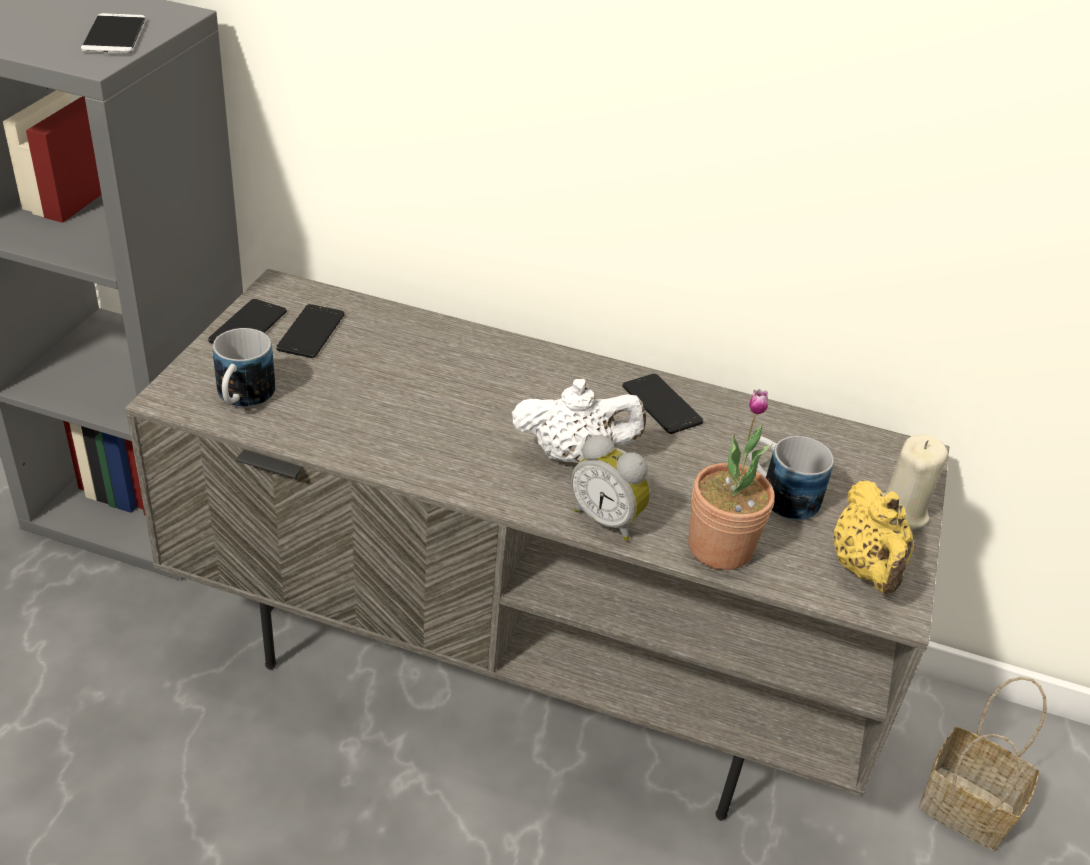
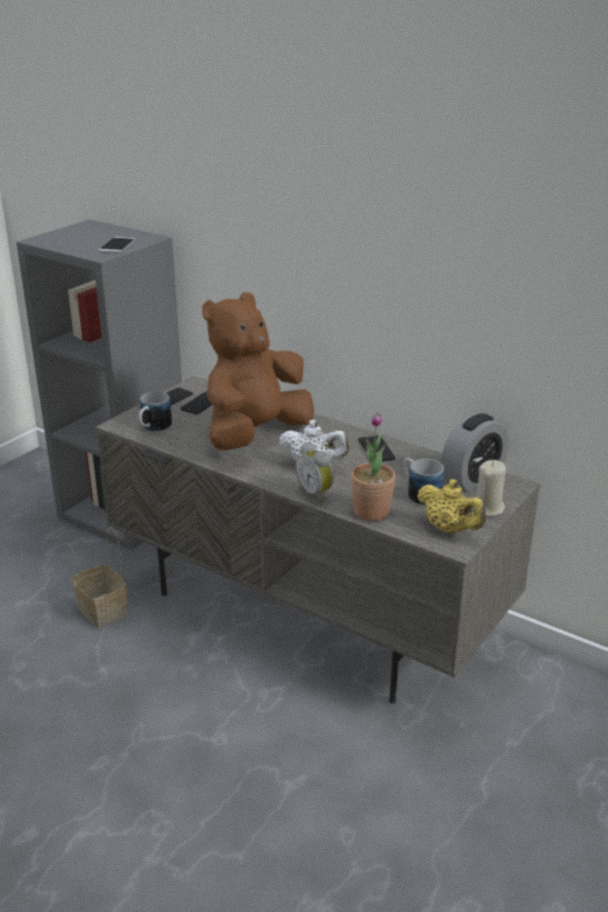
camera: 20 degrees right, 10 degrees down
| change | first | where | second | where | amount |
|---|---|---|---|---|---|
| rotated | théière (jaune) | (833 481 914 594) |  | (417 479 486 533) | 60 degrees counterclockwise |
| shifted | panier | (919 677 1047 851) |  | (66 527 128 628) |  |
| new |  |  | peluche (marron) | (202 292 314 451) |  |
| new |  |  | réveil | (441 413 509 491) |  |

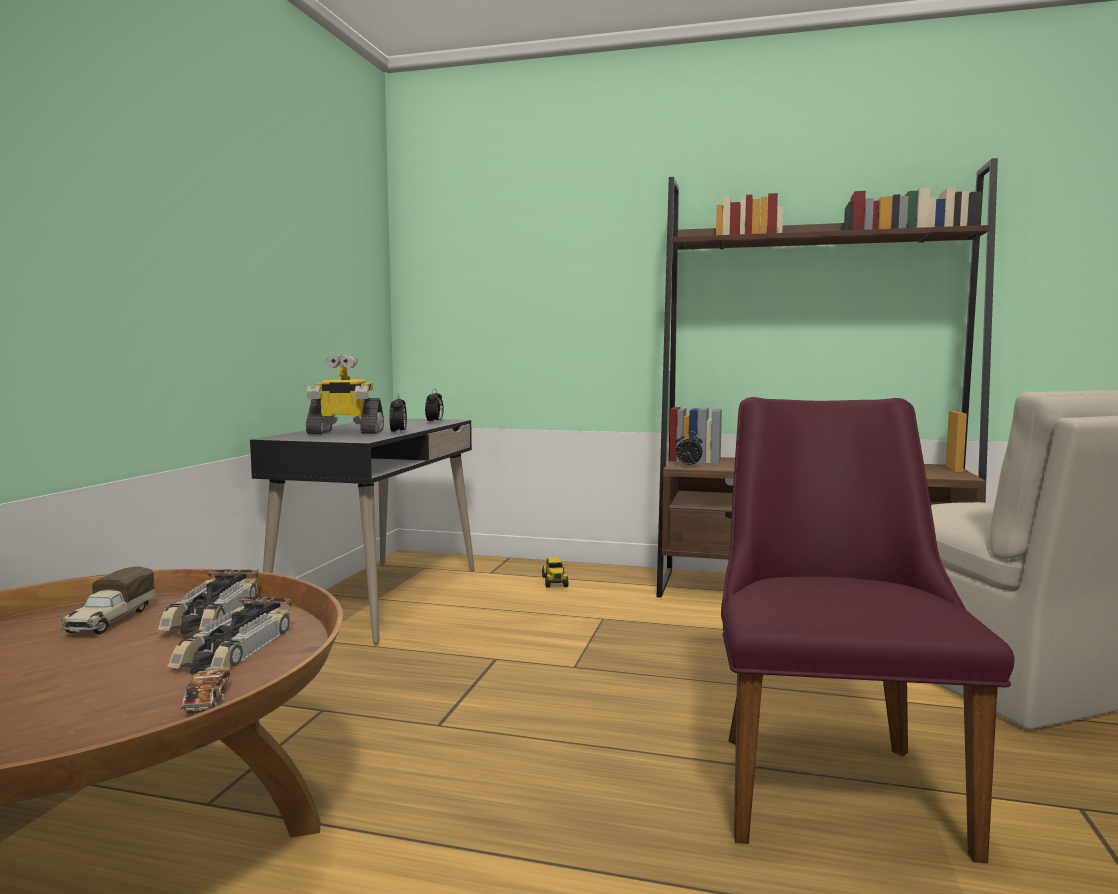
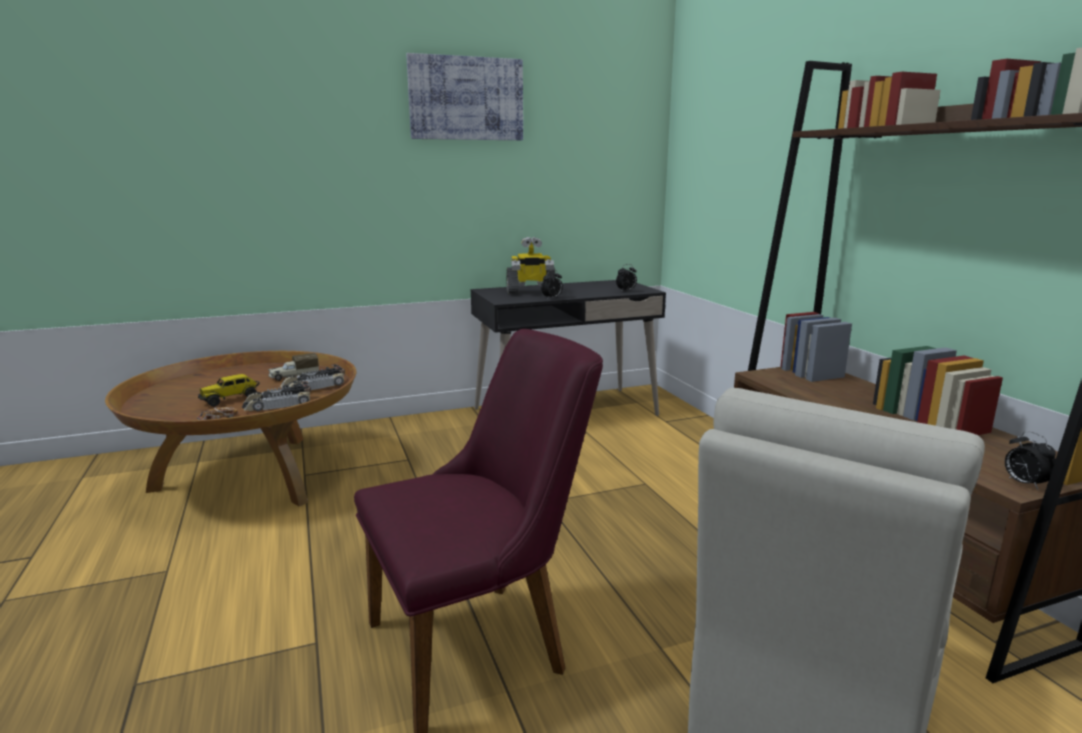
camera: 55 degrees right, 10 degrees up
| change | first | where | second | where | amount |
|---|---|---|---|---|---|
| rotated | robot jouet | (306 355 384 434) |  | (506 237 555 294) | 60 degrees counterclockwise |
| shifted | réveil | (675 431 702 466) |  | (1005 431 1056 490) |  |
| shifted | camion jouet | (542 557 568 588) |  | (198 374 260 407) |  |
| new |  |  | tableau | (406 53 523 140) |  |

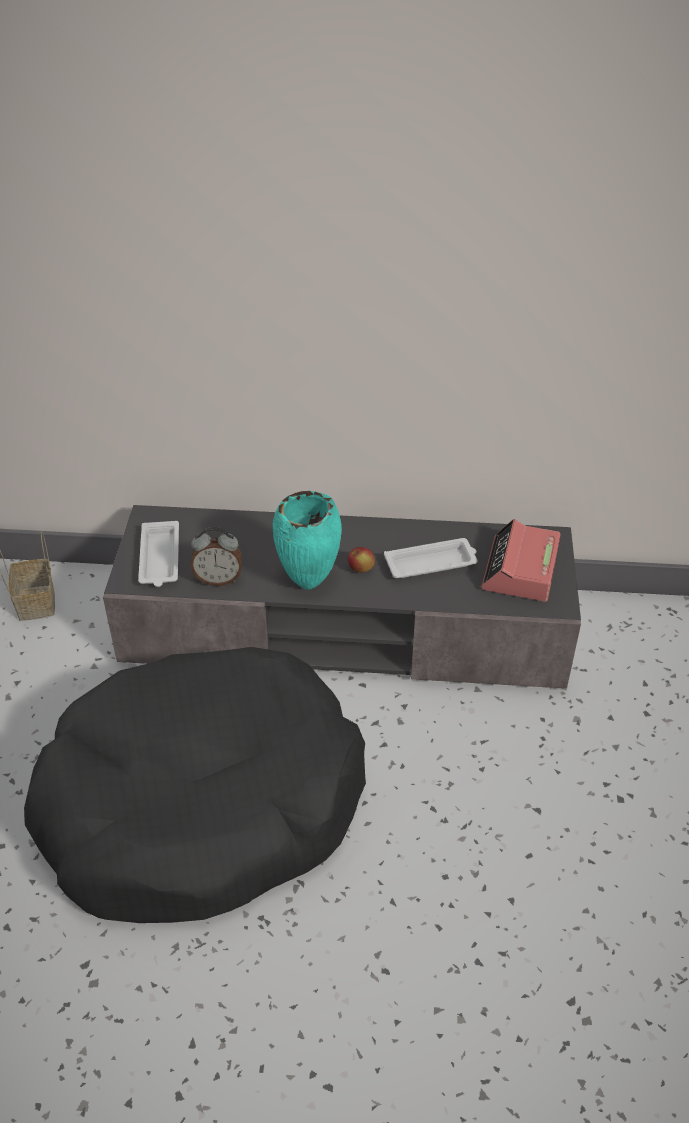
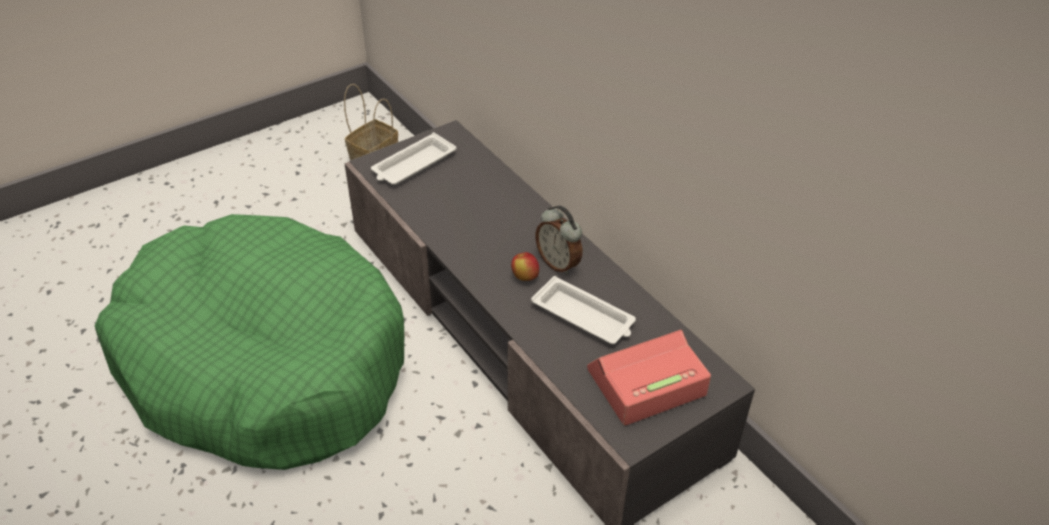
camera: 50 degrees right, 0 degrees up
| change | first | where | second | where | amount |
|---|---|---|---|---|---|
| gone | vase (turquoise) | (273 491 342 590) |  |  |  |
| shifted | réveil | (190 527 242 586) |  | (536 205 582 275) |  |
| repainted | panier pour chien (noir) | (24 647 366 923) | panier pour chien (vert) | (95 214 404 470) |  |

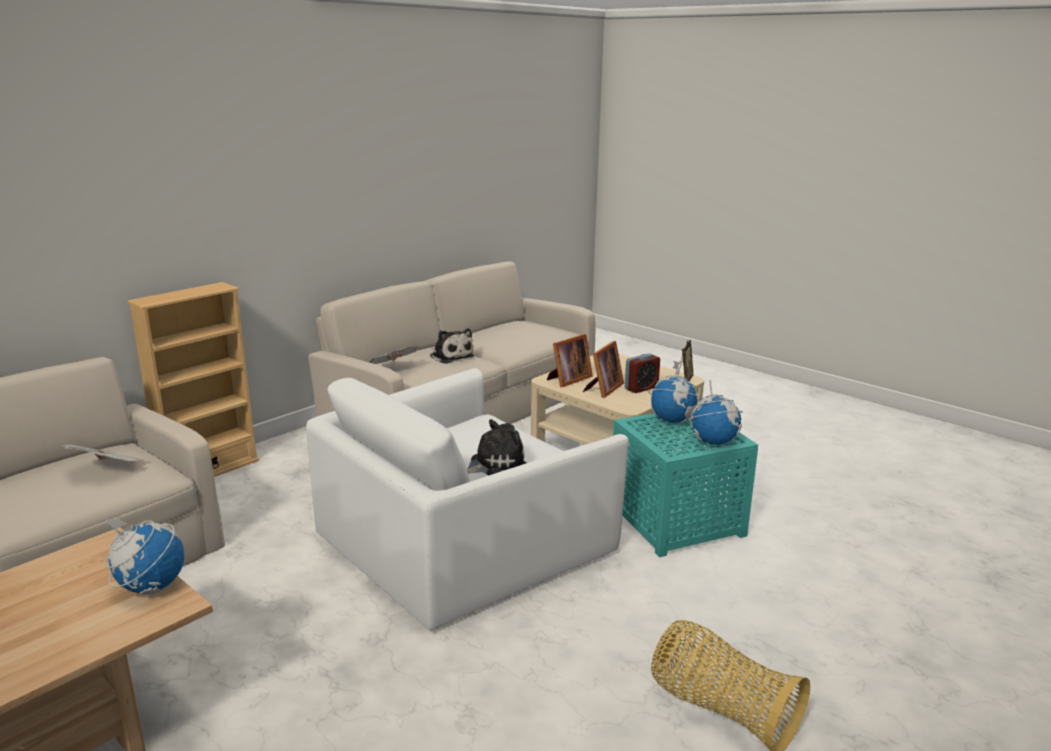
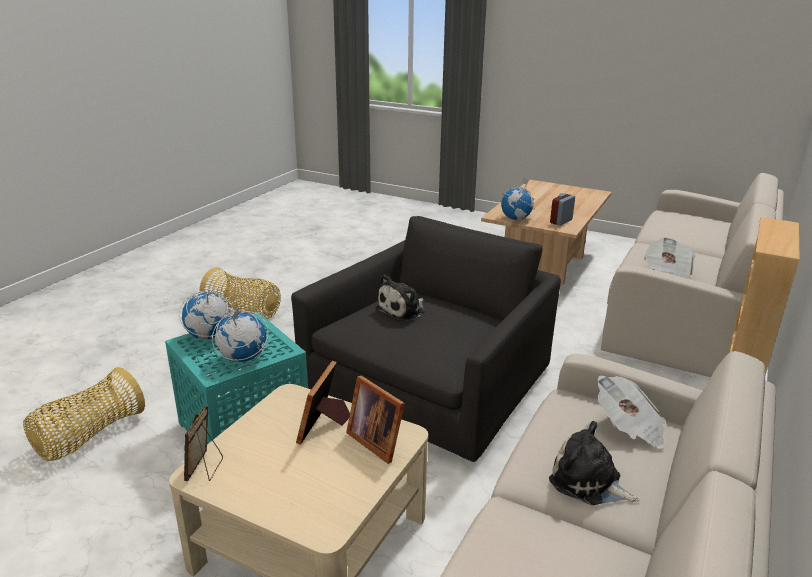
camera: 165 degrees right, 5 degrees up
| change | first | where | second | where | amount |
|---|---|---|---|---|---|
| rotated | cadre photo | (547 334 593 387) |  | (346 376 405 464) | 75 degrees counterclockwise |
| shifted | réveil | (625 353 660 393) |  | (550 193 575 226) |  |
| repainted | fauteuil (blanc) | (306 368 629 630) | fauteuil (noir) | (291 216 561 462) |  |
| new |  |  | panier | (23 367 145 461) |  |

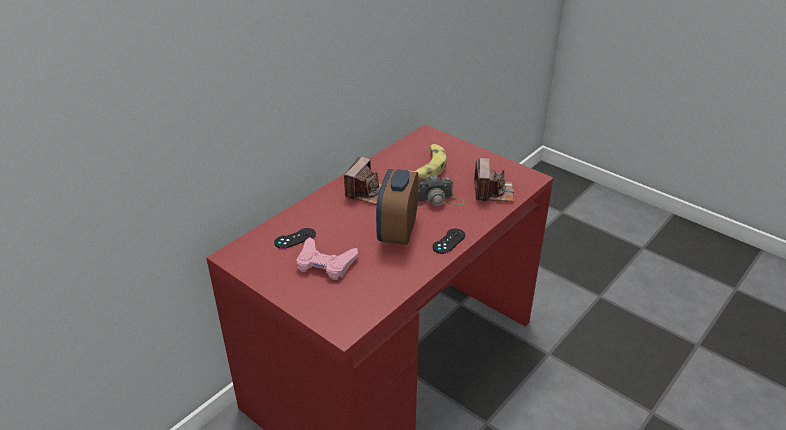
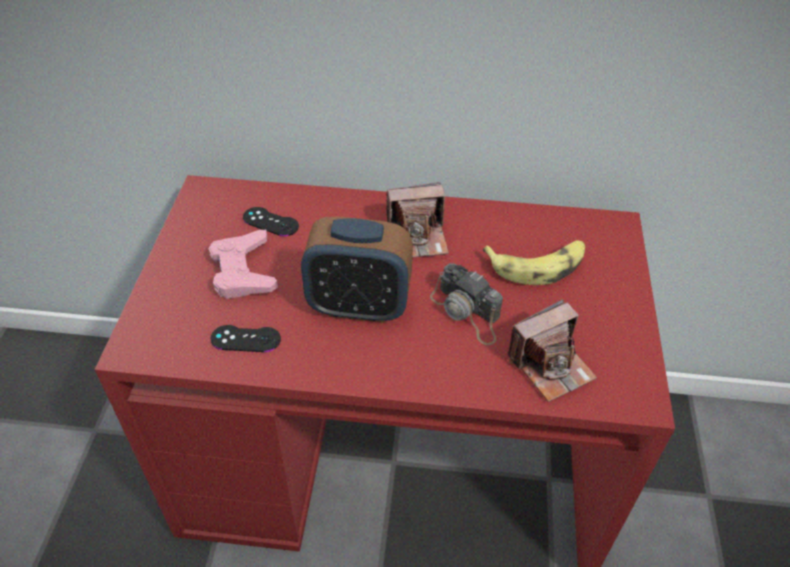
camera: 55 degrees right, 10 degrees up
| change | first | where | second | where | amount |
|---|---|---|---|---|---|
| rotated | réveil | (376 169 418 245) |  | (301 217 413 323) | 150 degrees counterclockwise |
| shifted | manette (noir) | (432 229 465 254) |  | (211 325 281 352) |  |

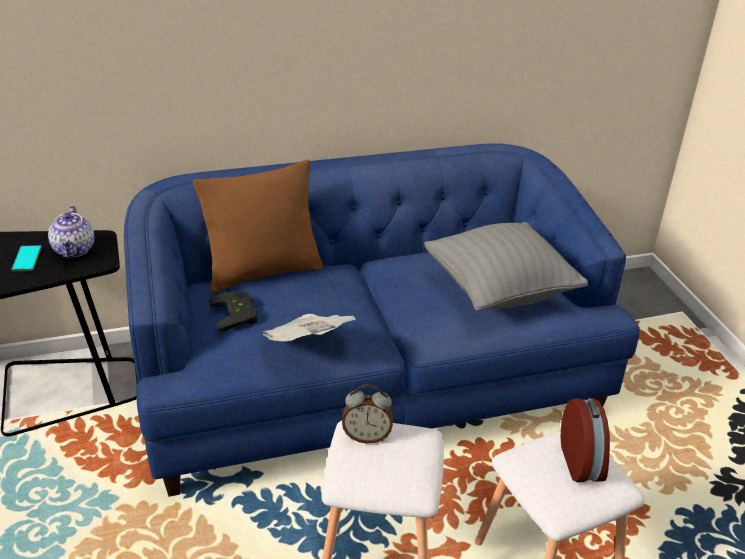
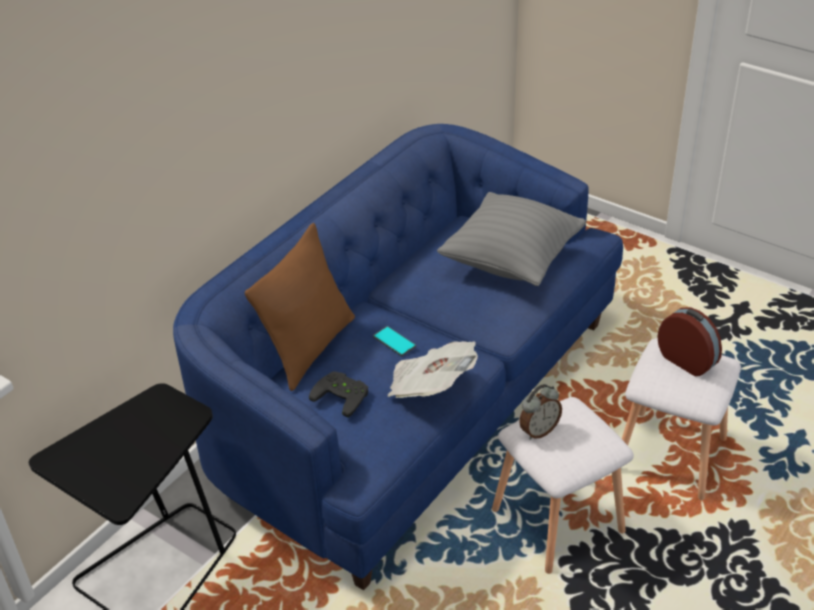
camera: 35 degrees left, 5 degrees up
| change | first | where | second | where | amount |
|---|---|---|---|---|---|
| gone | théière | (48 206 95 258) |  |  |  |
| shifted | téléphone | (11 245 42 272) |  | (373 326 416 356) |  |

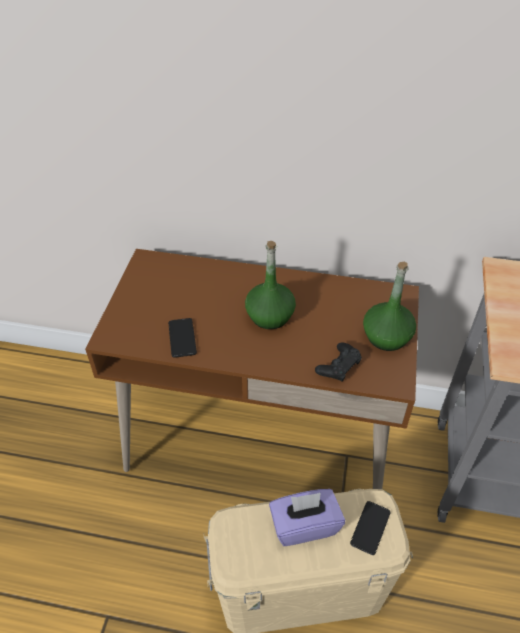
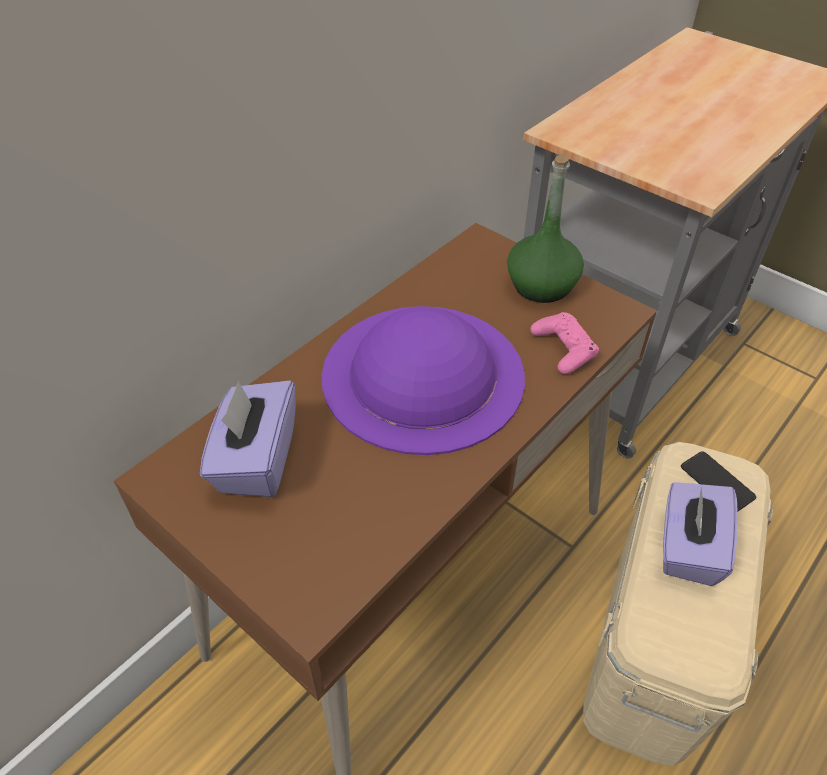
camera: 60 degrees left, 0 degrees up
| change | first | where | second | where | amount |
|---|---|---|---|---|---|
| swapped | bouteille (vert) | (245 241 296 329) | chapeau (violet) | (322 306 525 455) |  |
| gone | téléphone | (168 318 197 358) |  |  |  |
| repainted | manette (noir) | (315 342 362 382) | manette (rose) | (530 312 599 374) |  |
| new |  |  | boîte à mouchoirs (violet) | (200 380 296 497) |  |

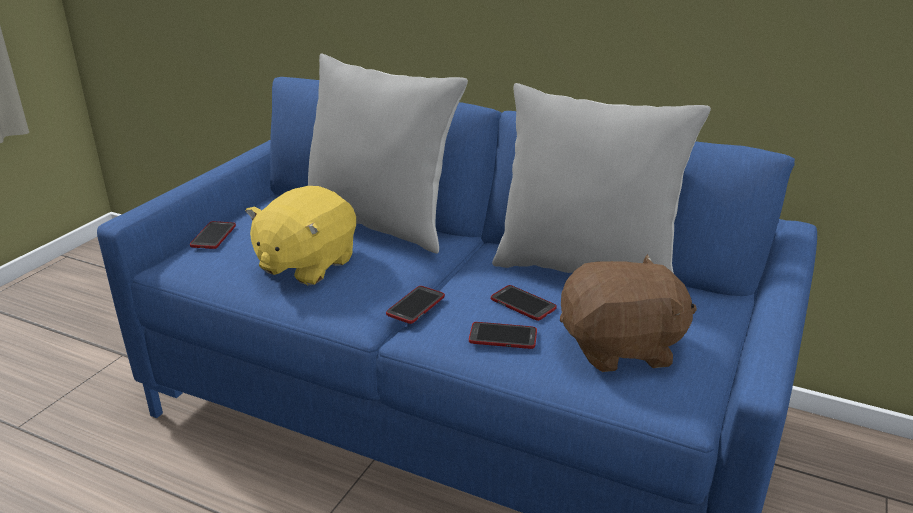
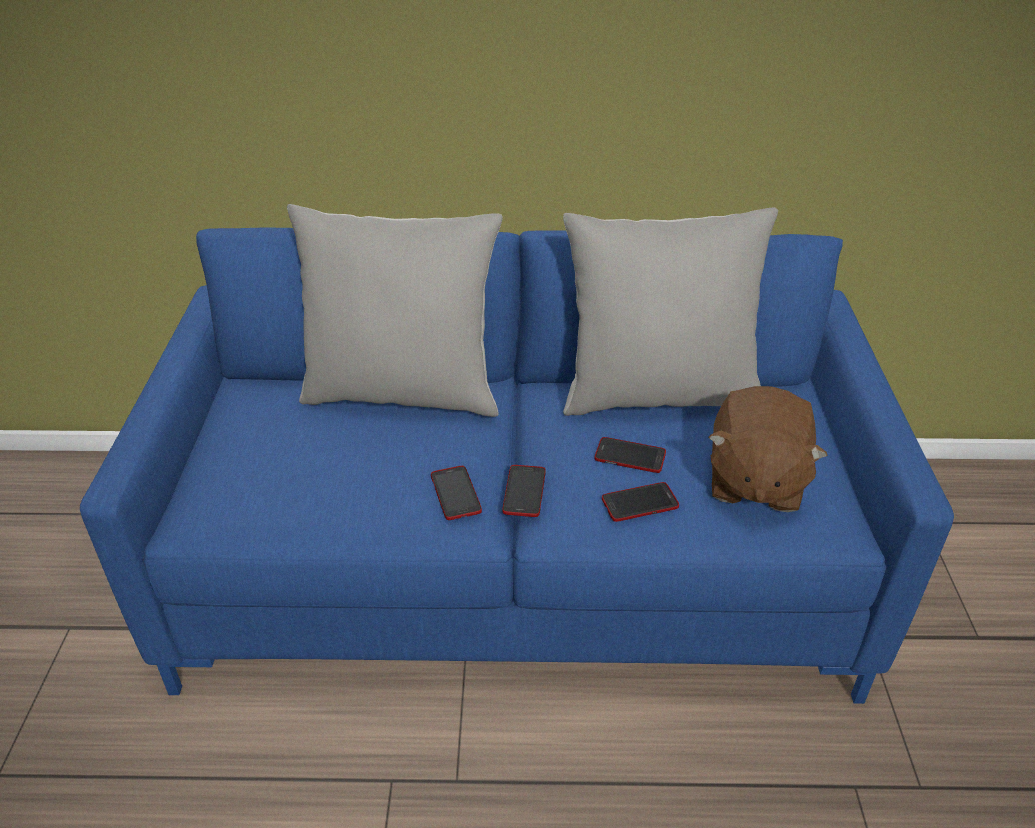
camera: 25 degrees left, 10 degrees up
| change | first | where | second | where | amount |
|---|---|---|---|---|---|
| gone | peluche (jaune) | (246 186 356 285) |  |  |  |
| shifted | téléphone | (190 221 236 249) |  | (431 466 482 520) |  |
| rotated | peluche (marron) | (560 254 697 372) |  | (708 386 828 512) | 135 degrees clockwise |

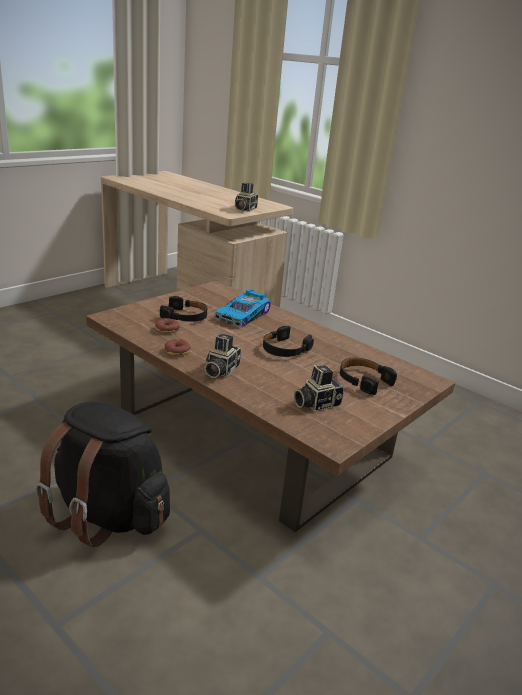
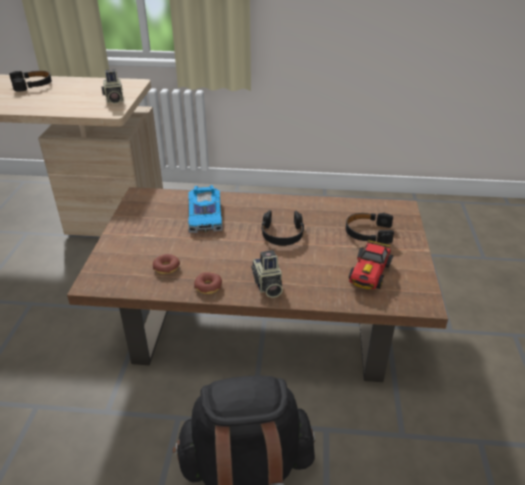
camera: 35 degrees left, 10 degrees up
| change | first | where | second | where | amount |
|---|---|---|---|---|---|
| shifted | casque audio (noir) | (160 296 207 322) |  | (9 71 52 92) |  |
| swapped | appareil photo | (294 365 344 412) | petite voiture | (349 240 393 289) |  |

